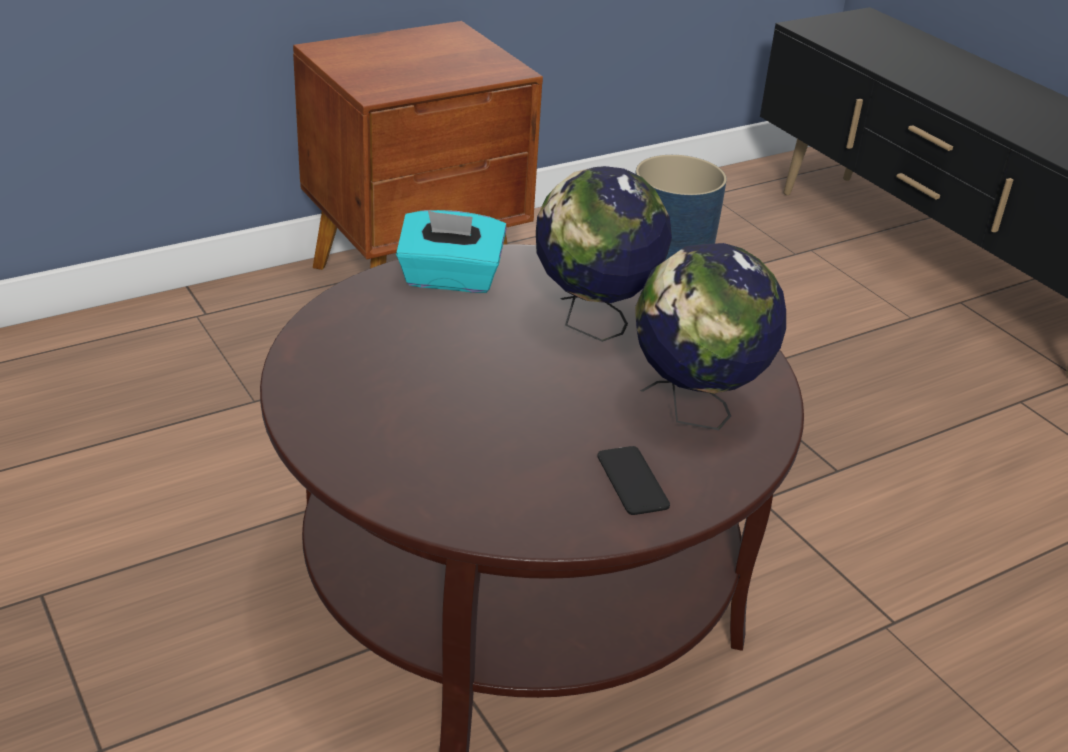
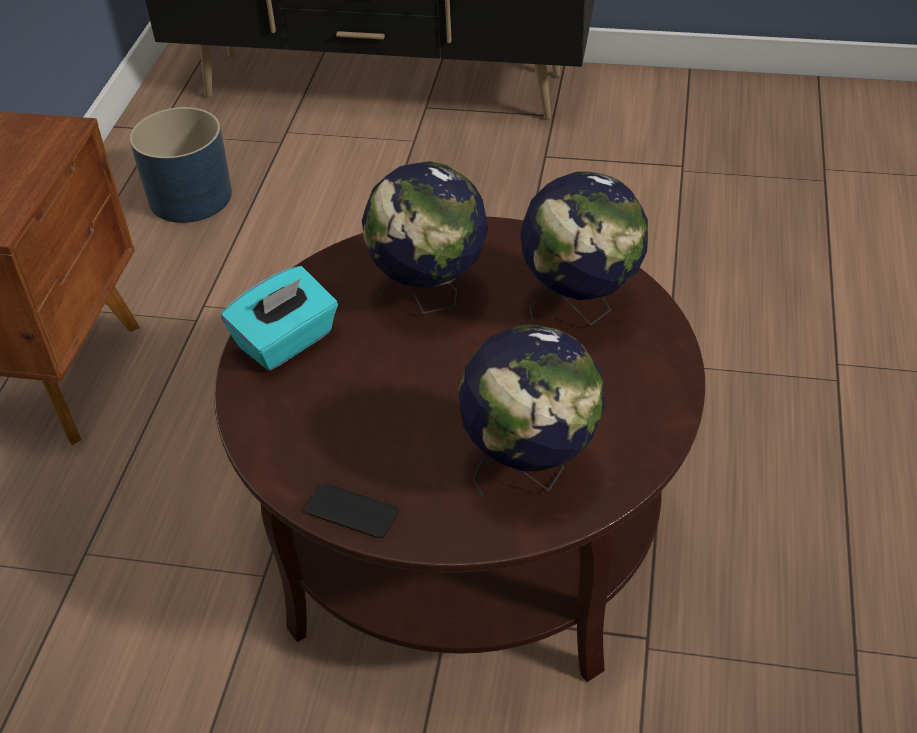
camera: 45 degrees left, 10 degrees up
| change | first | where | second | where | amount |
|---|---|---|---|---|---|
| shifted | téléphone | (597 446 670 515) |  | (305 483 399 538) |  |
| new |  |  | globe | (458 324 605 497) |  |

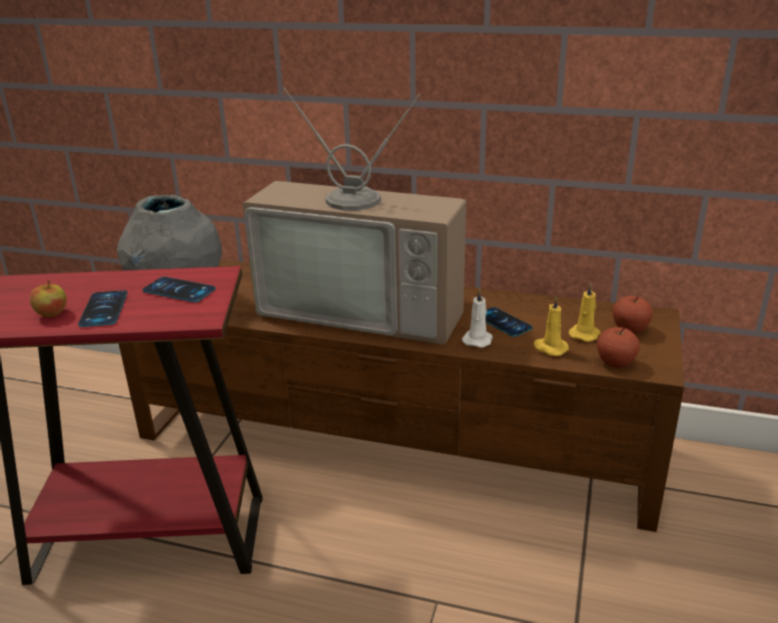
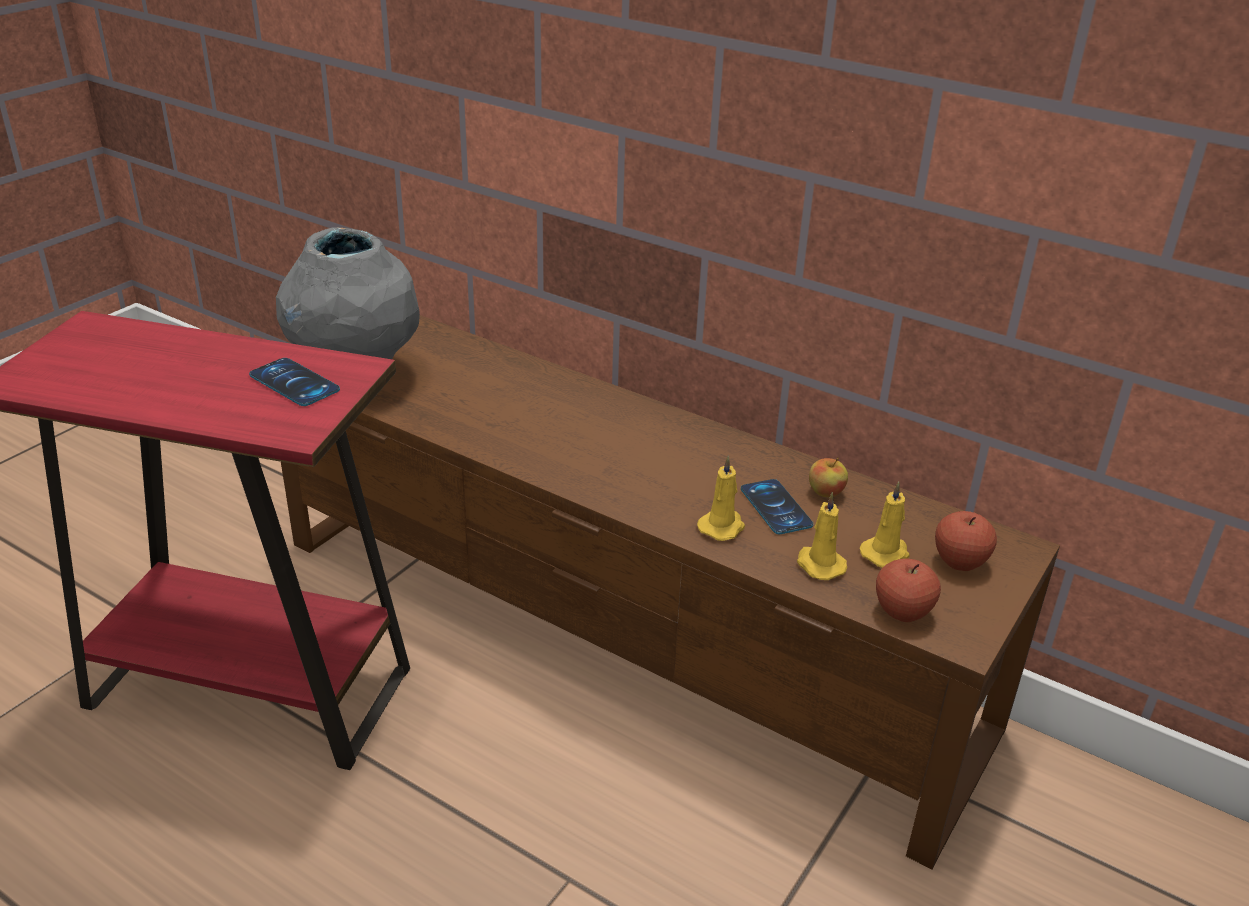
camera: 15 degrees right, 5 degrees up
| change | first | where | second | where | amount |
|---|---|---|---|---|---|
| gone | téléviseur | (242 87 466 344) |  |  |  |
| shifted | pomme | (30 280 67 317) |  | (809 457 848 497) |  |
| repainted | bougie (blanc) | (462 288 493 348) | bougie (jaune) | (697 455 745 541) |  |
| gone | téléphone | (78 290 127 327) |  |  |  |

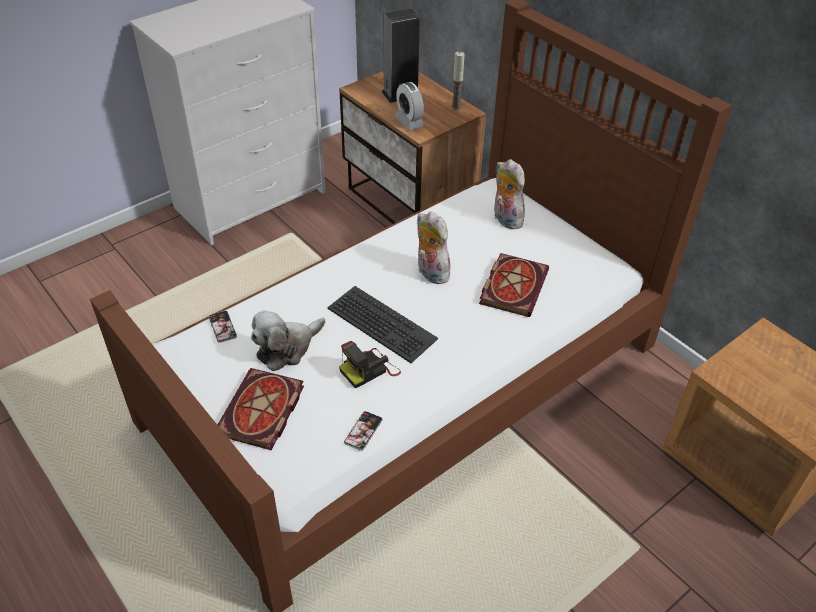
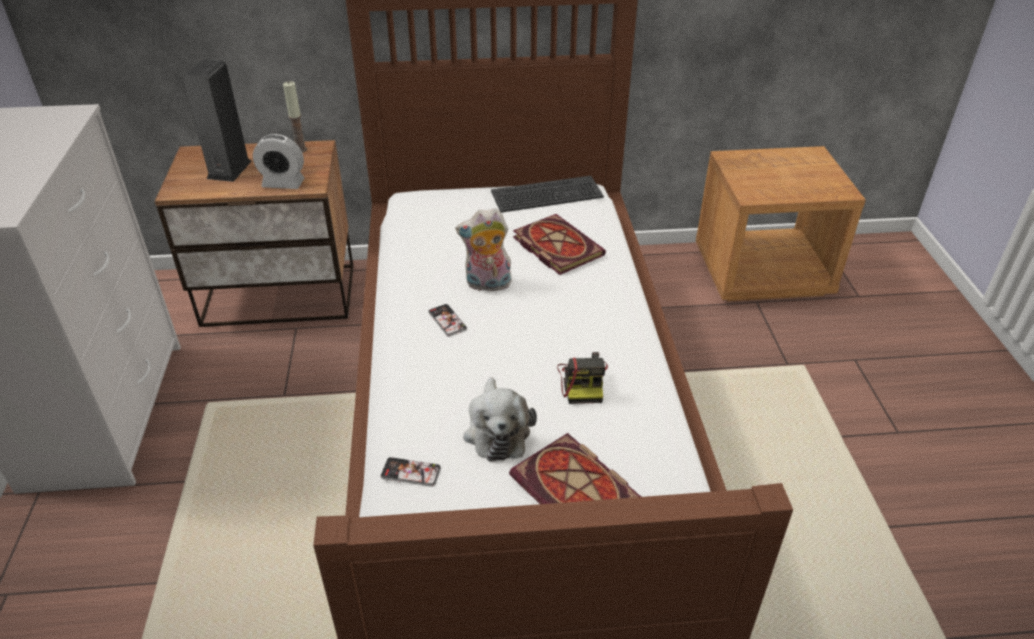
camera: 55 degrees left, 5 degrees down
| change | first | where | second | where | amount |
|---|---|---|---|---|---|
| gone | peluche | (494 159 525 229) |  |  |  |
| shifted | clavier | (328 286 438 363) |  | (491 176 604 213) |  |
| shifted | téléphone | (344 411 383 451) |  | (428 304 467 336) |  |

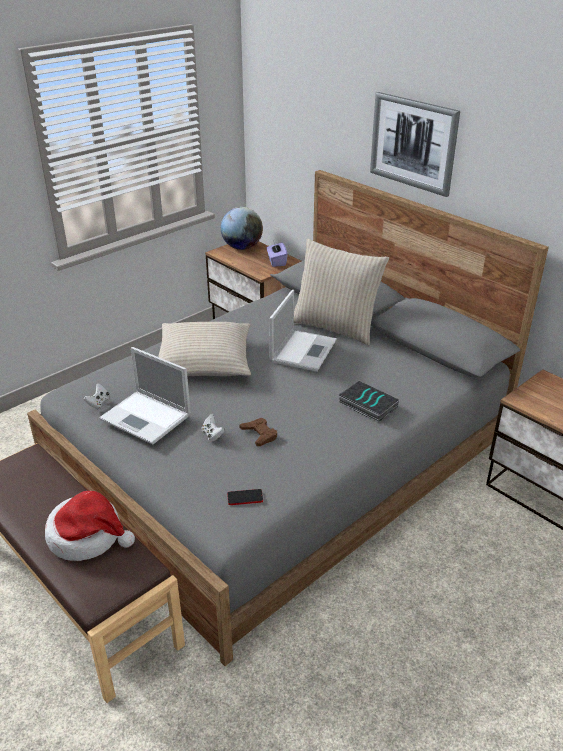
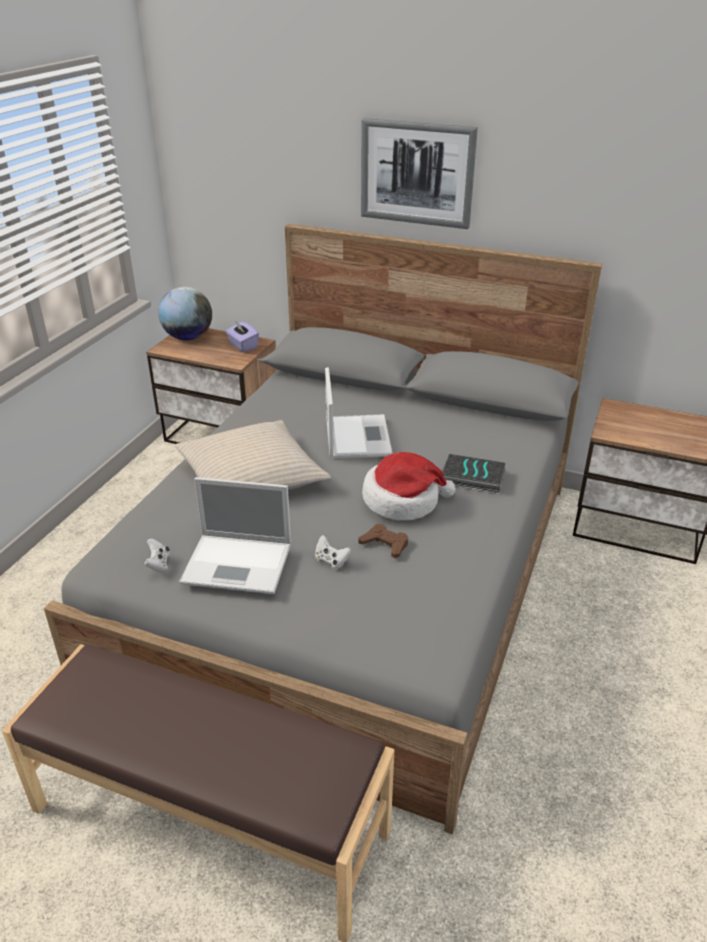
camera: 25 degrees left, 0 degrees up
| change | first | where | second | where | amount |
|---|---|---|---|---|---|
| gone | coussin (beige) | (294 239 389 345) |  |  |  |
| gone | téléphone | (227 489 263 505) |  |  |  |
| shifted | chapeau | (45 491 135 561) |  | (362 452 456 521) |  |

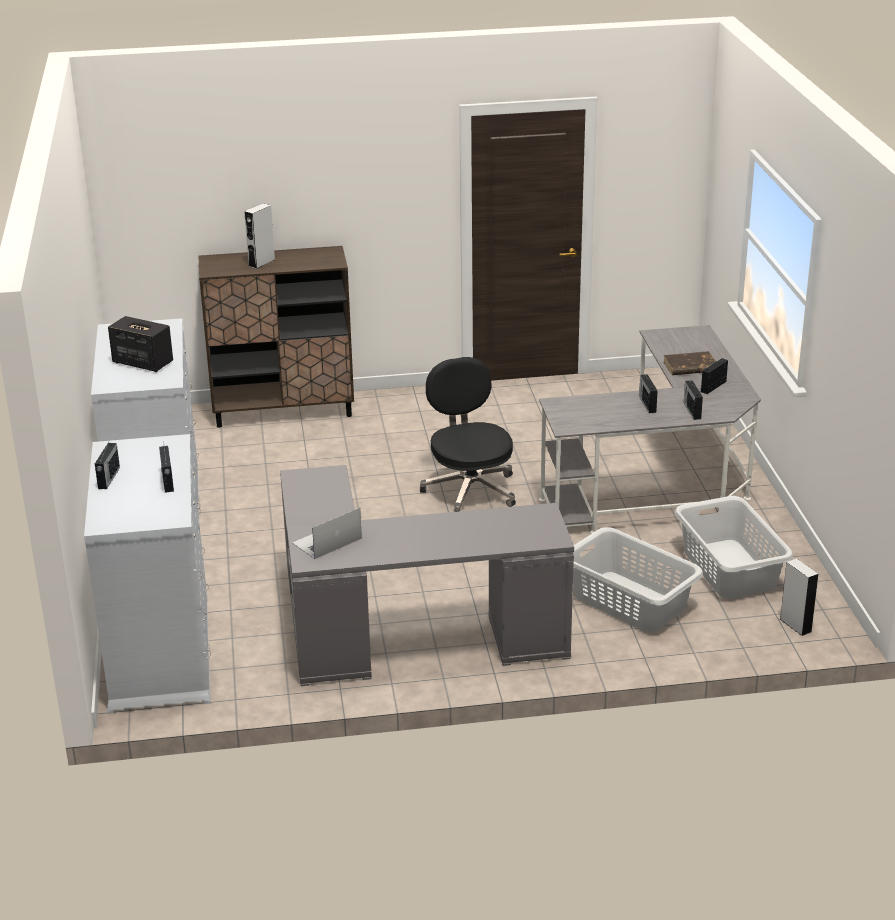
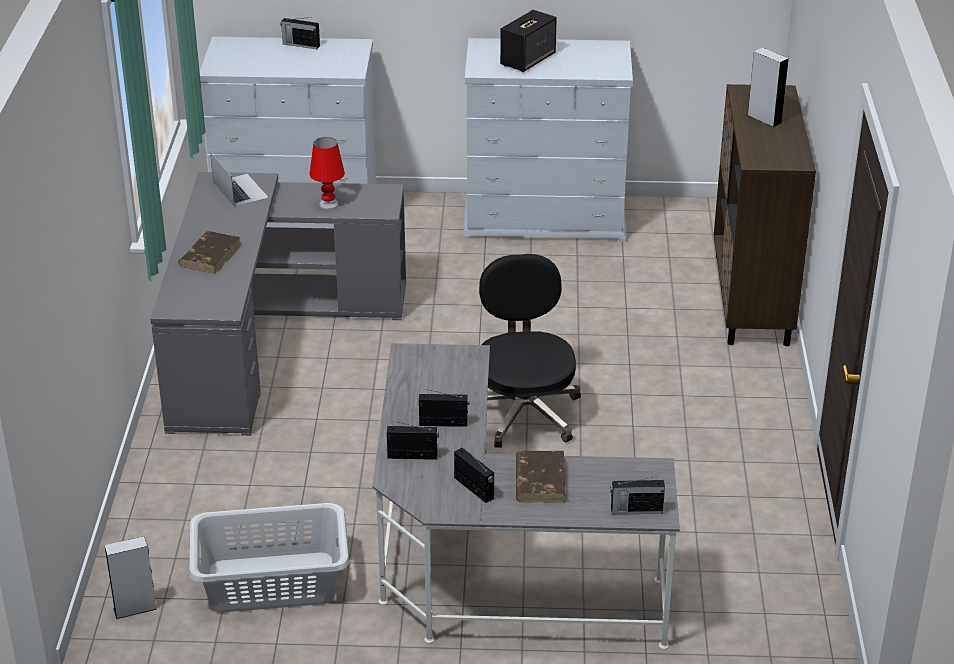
camera: 100 degrees right, 5 degrees up
| change | first | where | second | where | amount |
|---|---|---|---|---|---|
| rotated | chaise de bureau (noir) | (420 357 516 512) |  | (479 254 581 448) | 90 degrees counterclockwise |
| shifted | radio | (159 446 174 493) |  | (610 476 665 515) |  |
| gone | panier à linge (gris) | (573 527 703 632) |  |  |  |
| new |  |  | lampe de table (rouge) | (309 137 345 209) |  |
| new |  |  | livre (marron) | (178 231 241 274) |  |

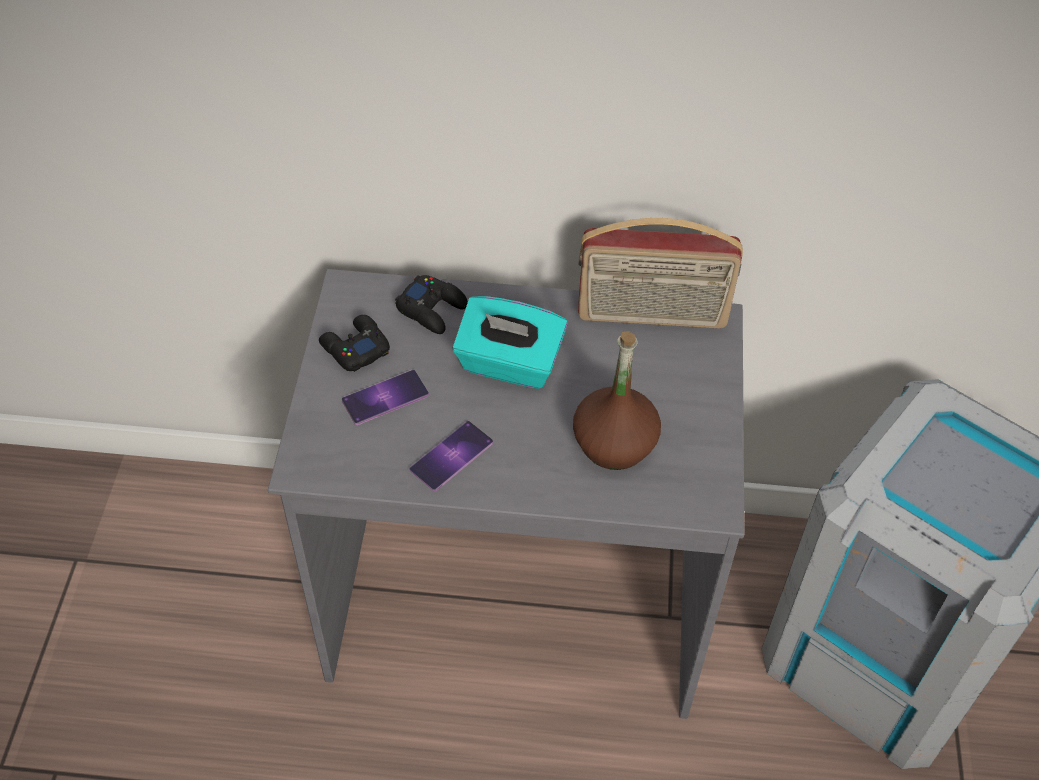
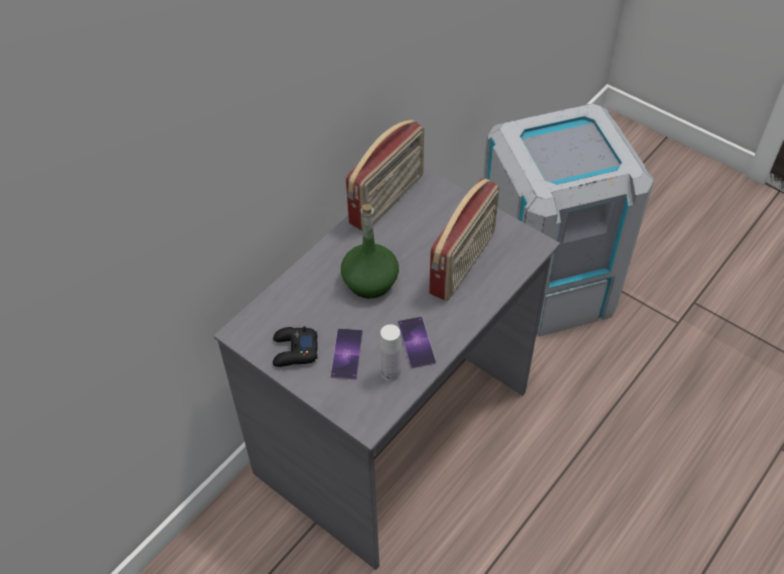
camera: 55 degrees left, 0 degrees up
| change | first | where | second | where | amount |
|---|---|---|---|---|---|
| gone | manette (noir) | (395 275 468 334) |  |  |  |
| swapped | boîte à mouchoirs (turquoise) | (453 296 568 389) | bouteille (vert) | (341 204 399 298) |  |
| swapped | bouteille (marron) | (573 331 661 470) | radio | (429 178 500 301) |  |
| new |  |  | bouteille (blanc) | (380 324 401 382) |  |

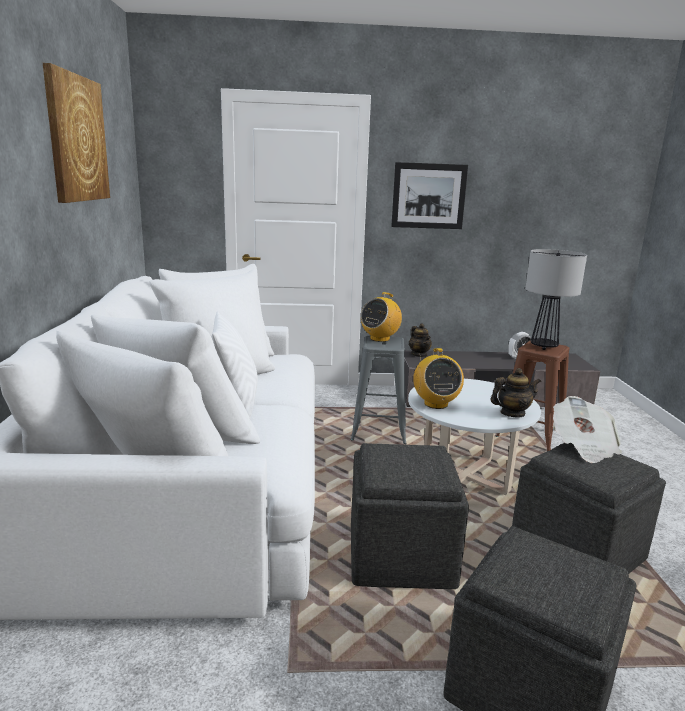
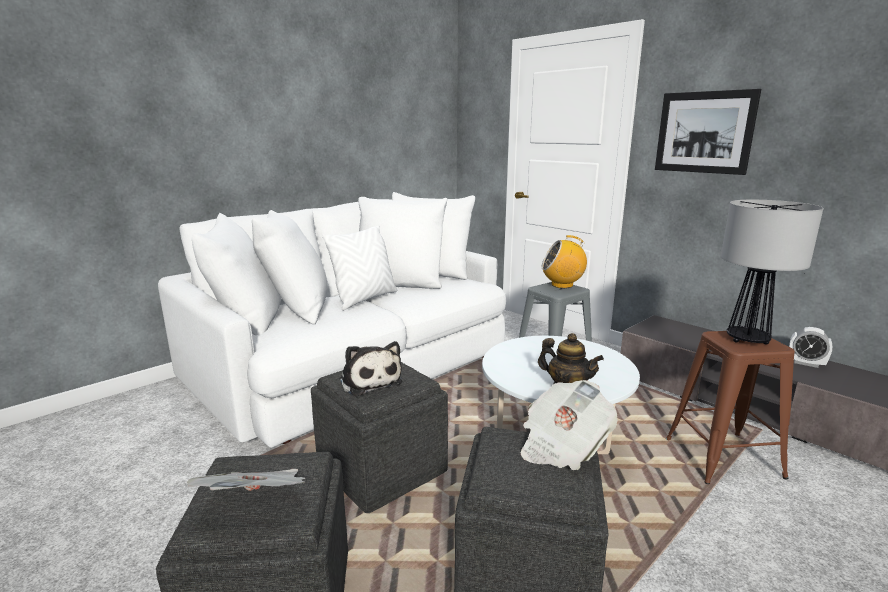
camera: 50 degrees right, 0 degrees up
| change | first | where | second | where | amount |
|---|---|---|---|---|---|
| gone | tableau | (43 63 110 203) |  |  |  |
| gone | théière | (409 323 432 357) |  |  |  |
| gone | radio | (413 348 464 409) |  |  |  |
| new |  |  | peluche | (339 341 403 396) |  |
| new |  |  | journal | (187 469 306 491) |  |

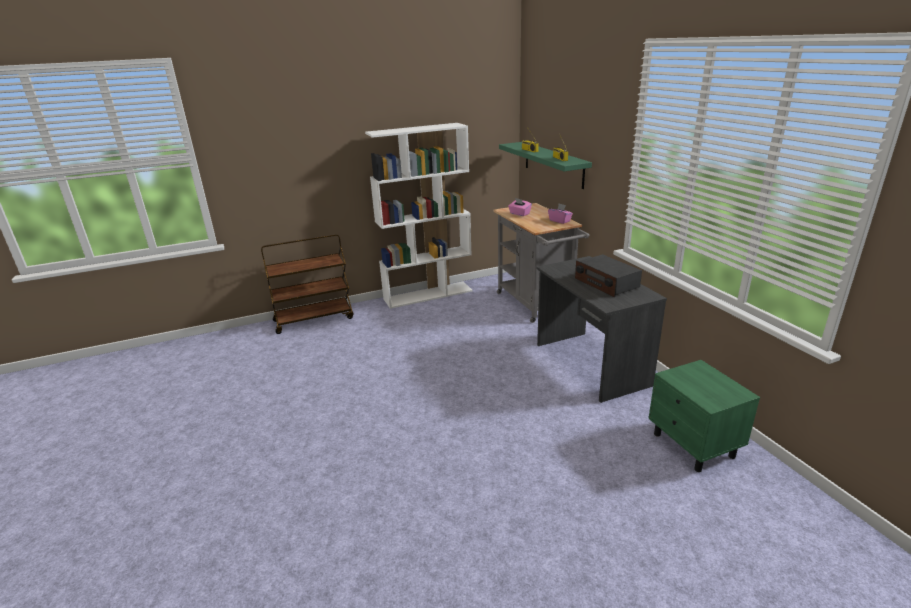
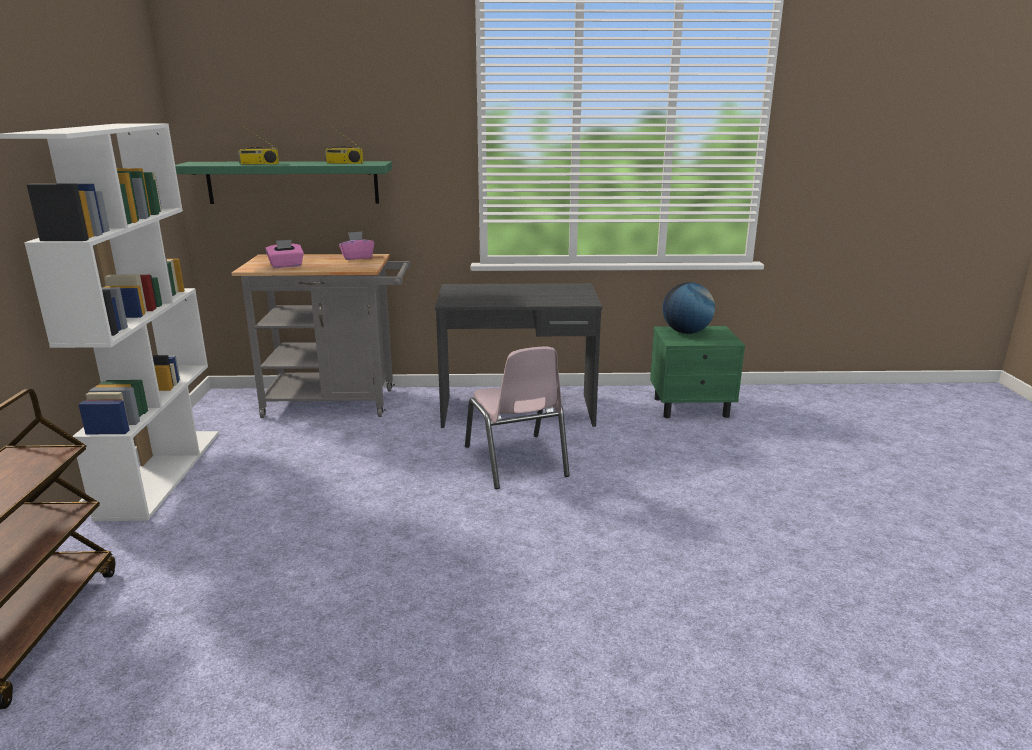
camera: 70 degrees left, 5 degrees down
| change | first | where | second | where | amount |
|---|---|---|---|---|---|
| gone | radio | (575 254 642 297) |  |  |  |
| new |  |  | globe | (663 282 715 334) |  |
| new |  |  | chaise (rose) | (465 347 570 489) |  |

